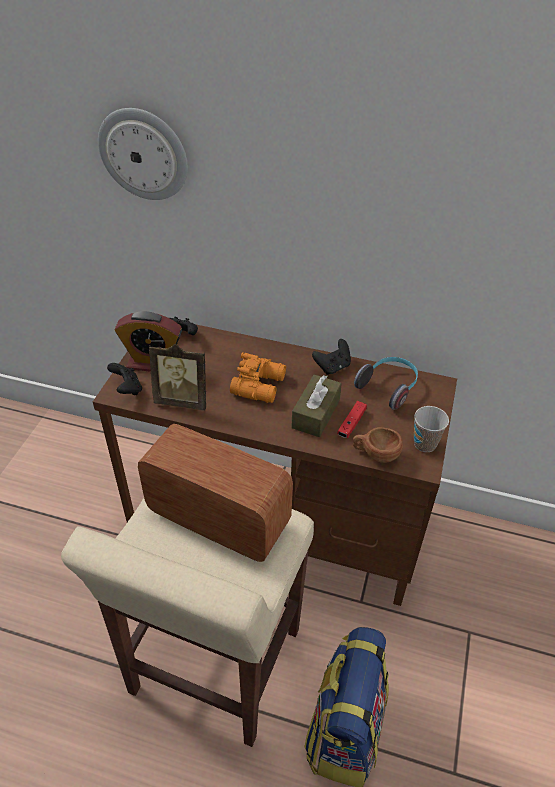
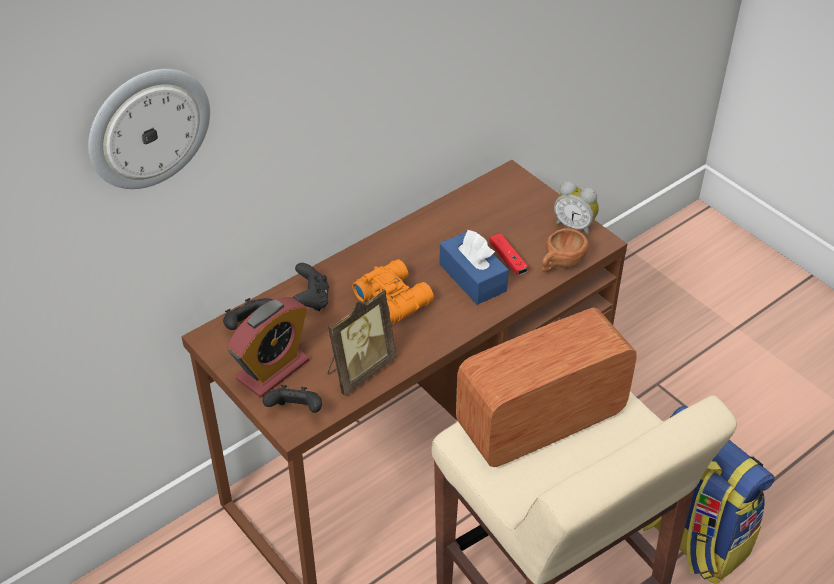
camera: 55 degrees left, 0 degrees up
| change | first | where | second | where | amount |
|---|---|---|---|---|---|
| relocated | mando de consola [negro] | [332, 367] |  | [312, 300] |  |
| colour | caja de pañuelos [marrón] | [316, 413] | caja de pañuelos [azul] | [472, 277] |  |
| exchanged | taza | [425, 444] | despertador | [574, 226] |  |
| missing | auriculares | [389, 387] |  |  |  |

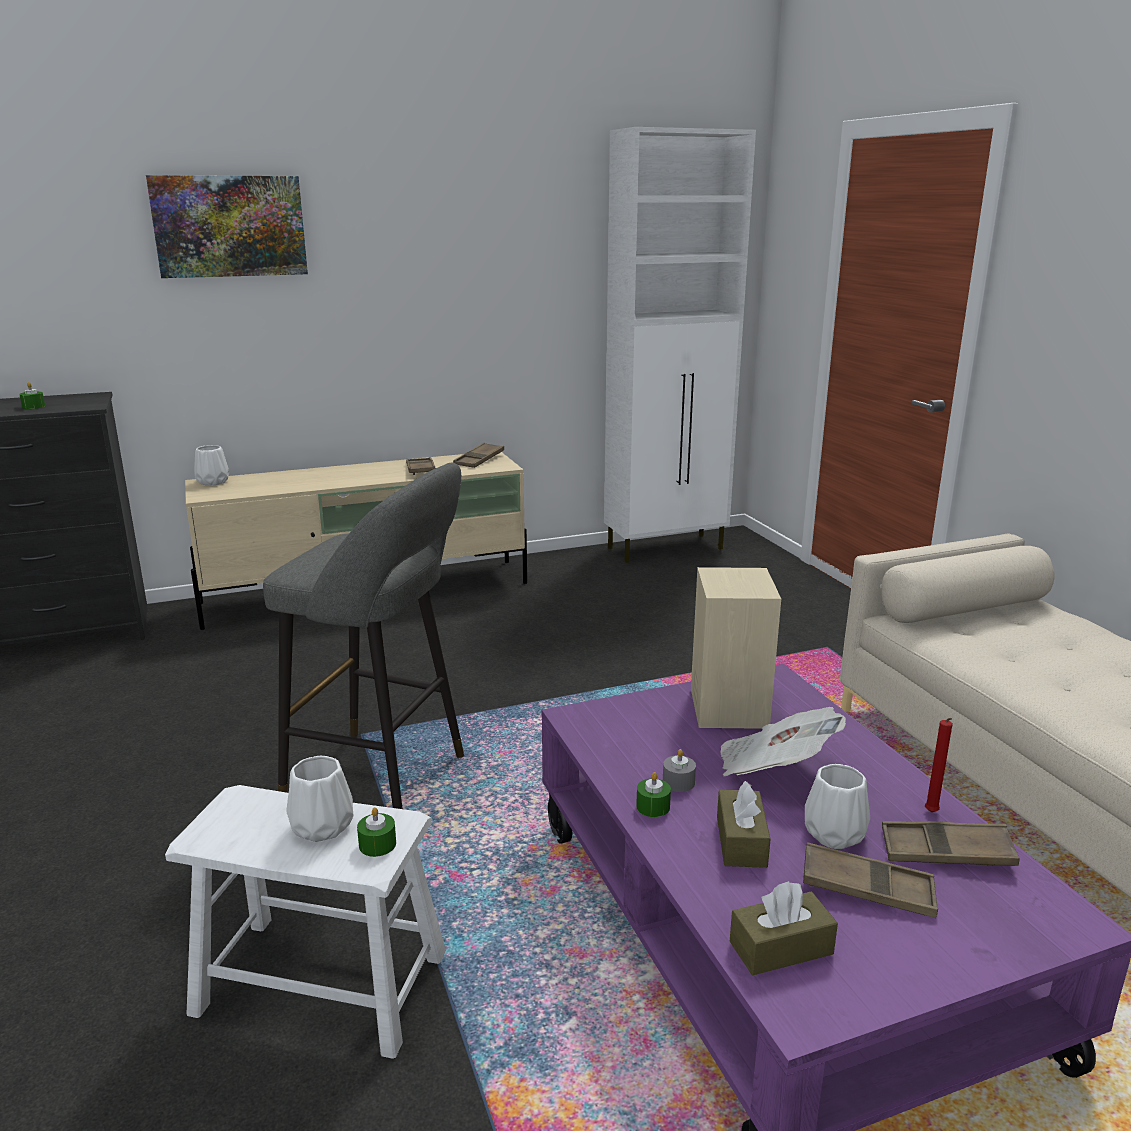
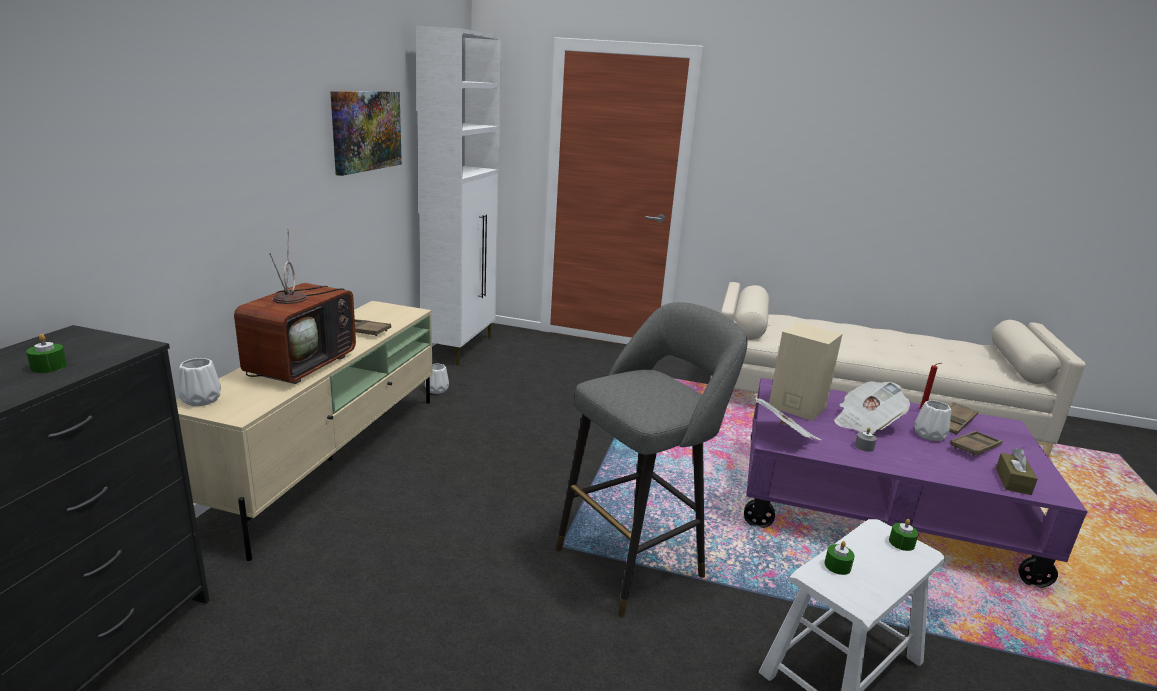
camera: 55 degrees left, 0 degrees up
| change | first | where | second | where | amount |
|---|---|---|---|---|---|
| appeared |  |  | televisor | [301, 364] |  |
| relocated | cuadro | [229, 226] |  | [366, 130] |  |
| relocated | florero [blanco] | [320, 826] |  | [436, 390] |  |
| appeared |  |  | periódico | [784, 436] |  |
| relocated | vela [verde] | [653, 806] |  | [837, 566] |  |
| missing | bandeja [marrón] | [479, 460] |  |  |  |
| missing | caja de pañuelos [marrón] | [741, 841] |  |  |  |

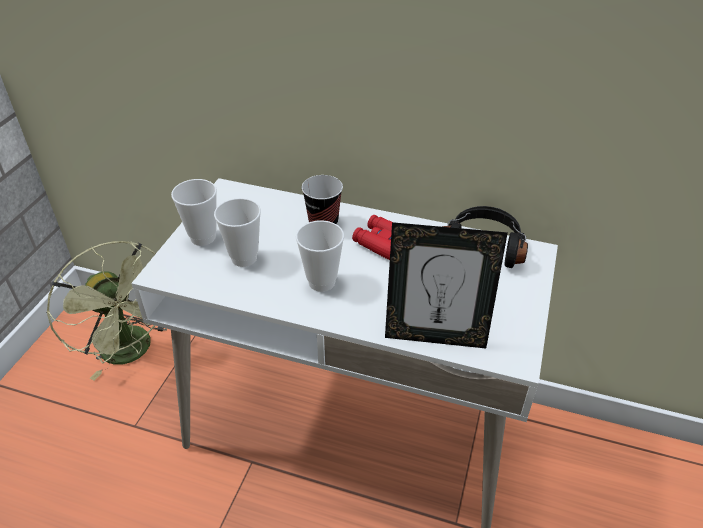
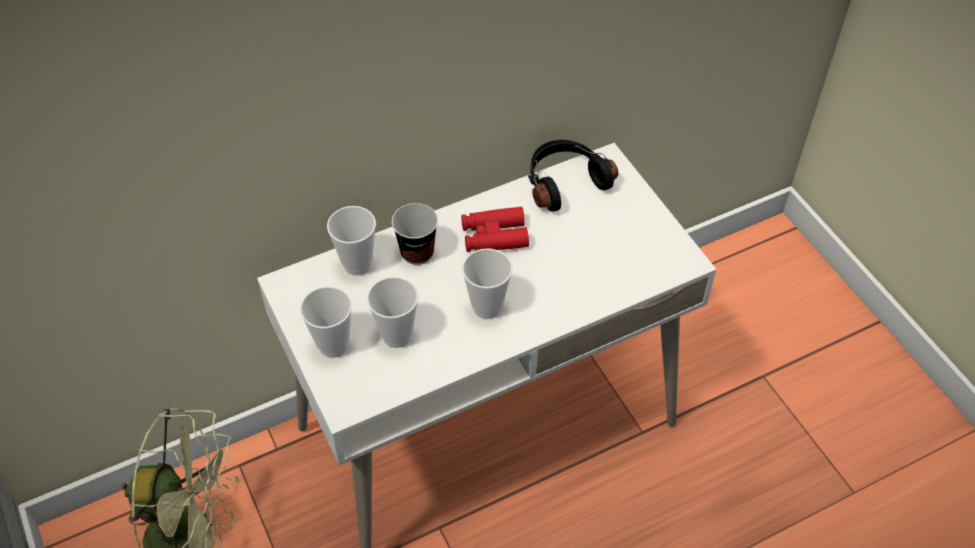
camera: 45 degrees left, 10 degrees up
| change | first | where | second | where | amount |
|---|---|---|---|---|---|
| appeared |  |  | taza | [357, 264] |  |
| missing | portarretratos | [435, 336] |  |  |  |

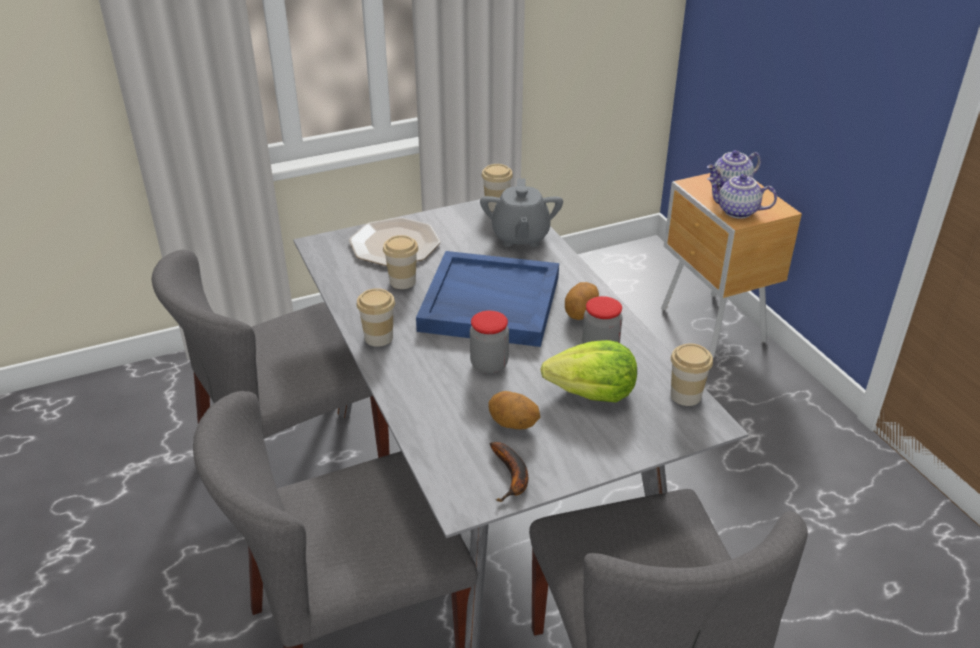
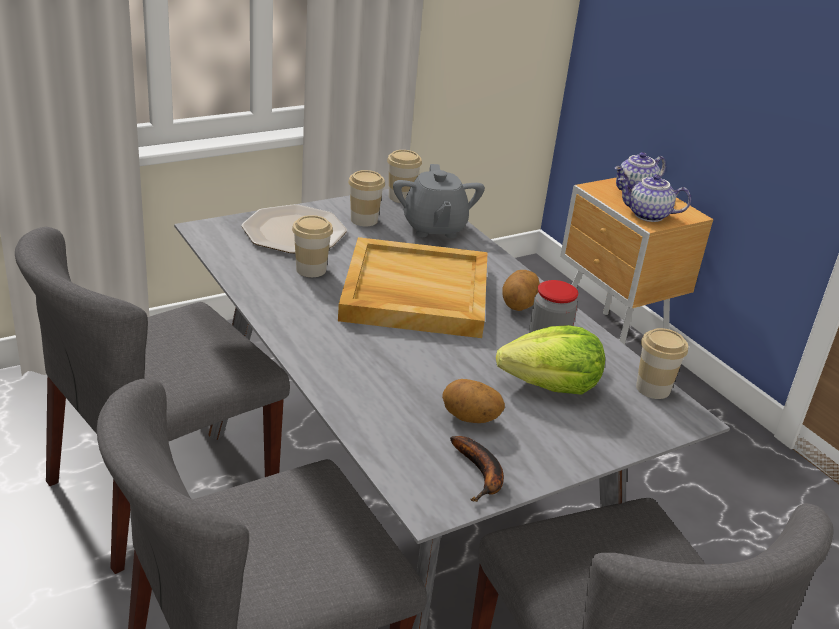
camera: 10 degrees left, 5 degrees down
| change | first | where | second | where | amount |
|---|---|---|---|---|---|
| colour | bandeja [azul] | [488, 303] | bandeja [beis] | [414, 293] |  |
| relocated | taza | [378, 337] |  | [364, 220] |  |
| missing | tarro | [489, 364] |  |  |  |

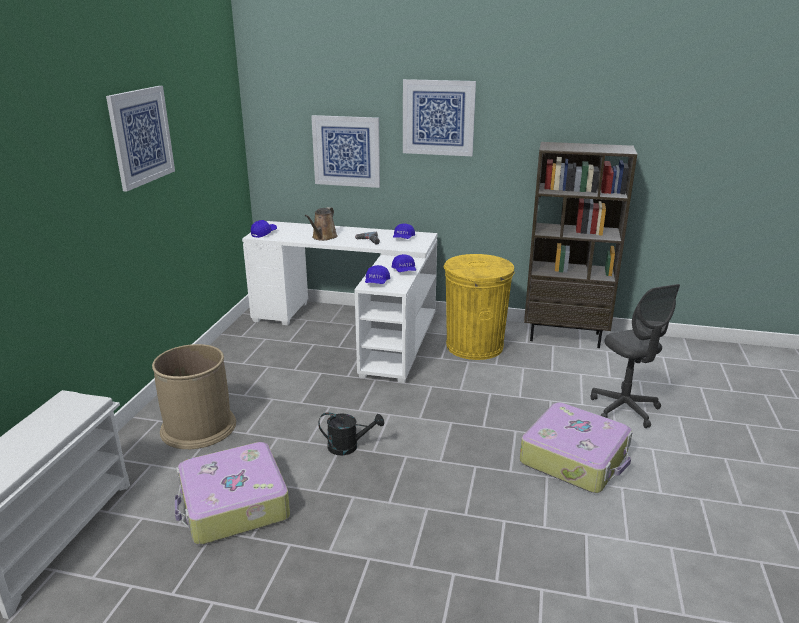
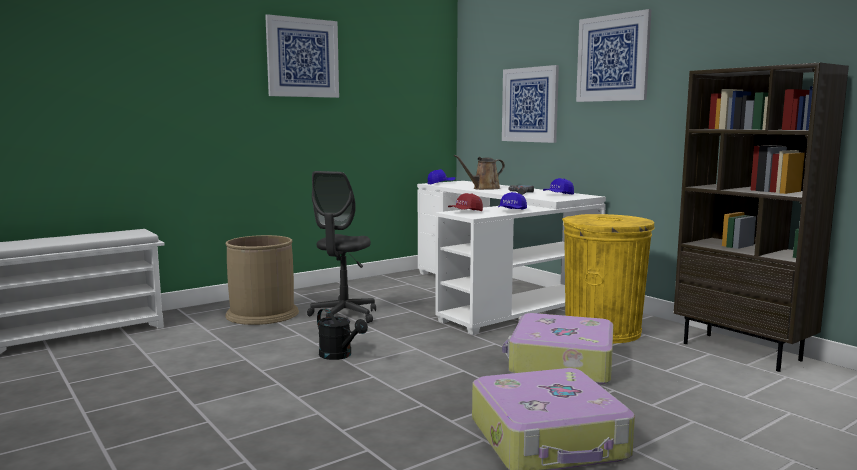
camera: 40 degrees right, 15 degrees down
| change | first | where | second | where | amount |
|---|---|---|---|---|---|
| relocated | silla de oficina [gris] | [624, 409] |  | [343, 316] |  |
| colour | gorra [azul] | [377, 283] | gorra [rojo] | [465, 212] |  |
| relocated | maleta | [233, 505] |  | [560, 364] |  |

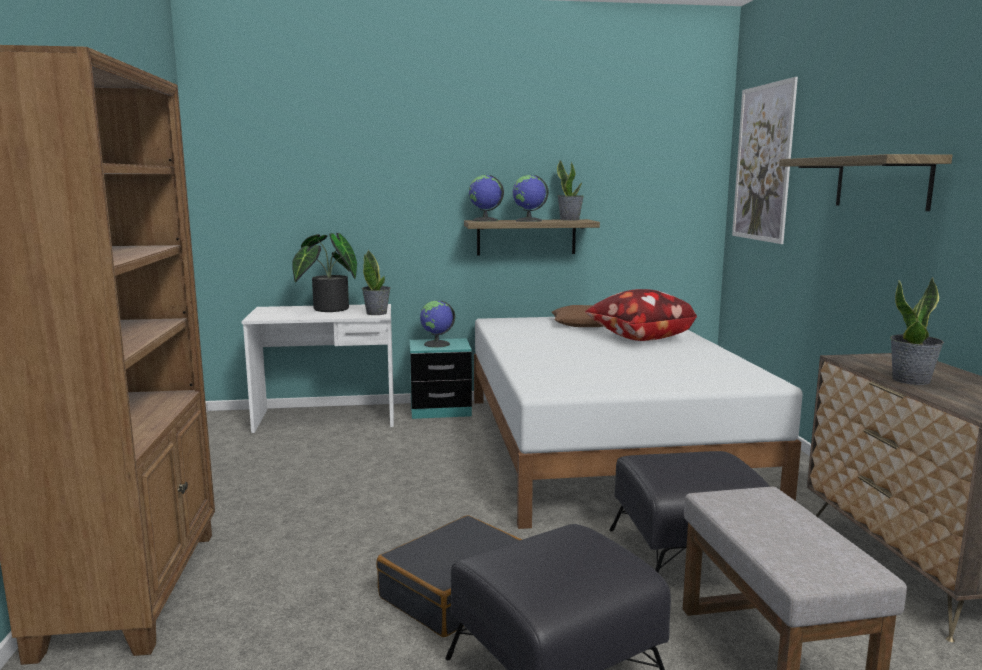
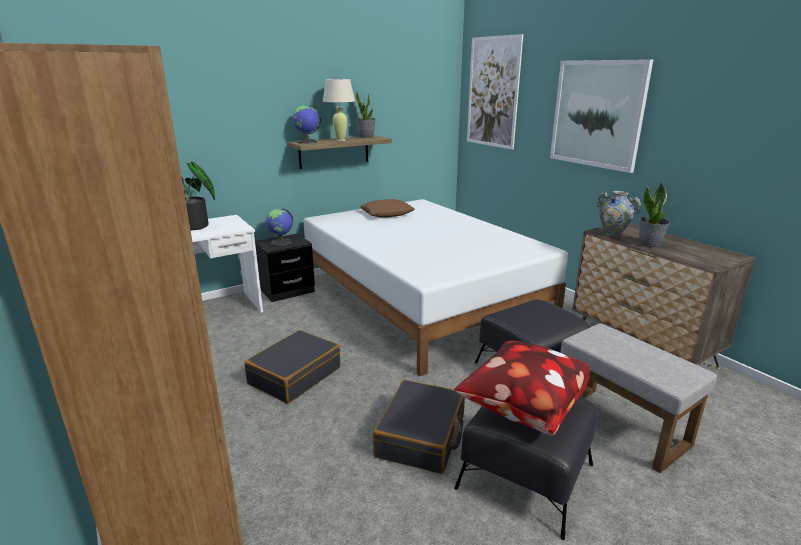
camera: 25 degrees left, 10 degrees up
| change | first | where | second | where | amount |
|---|---|---|---|---|---|
| appeared |  |  | maleta [negro] | [294, 375] |  |
| colour | mesita de noche [turquesa] | [440, 410] | mesita de noche [negro] | [287, 291] |  |
| exchanged | globo terráqueo | [528, 221] | lámpara de mesa [beis] | [340, 140] |  |
| relocated | cojín | [638, 338] |  | [521, 408] |  |
| exchanged | estante | [882, 182] | cuadro | [597, 114] |  |
| appeared |  |  | florero | [613, 234] |  |
| missing | planta en maceta | [377, 313] |  |  |  |

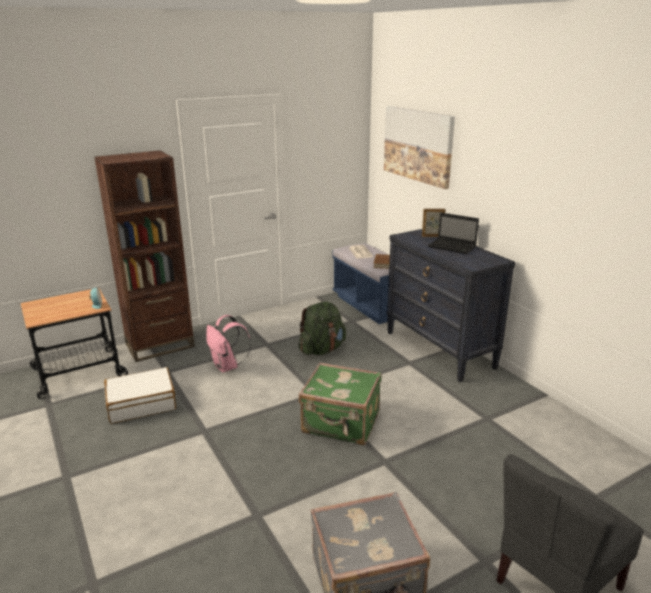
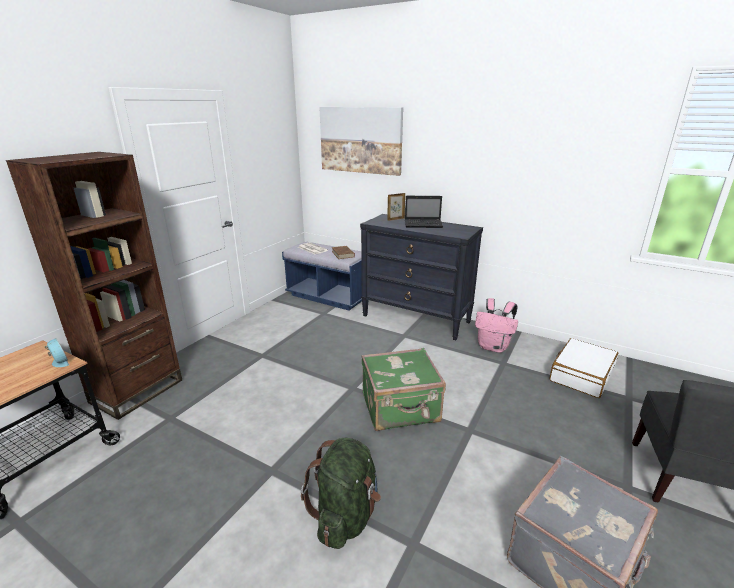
camera: 30 degrees left, 0 degrees up
| change | first | where | second | where | amount |
|---|---|---|---|---|---|
| relocated | mochila [verde] | [322, 349] |  | [346, 515] |  |
| relocated | mochila [rosa] | [227, 366] |  | [493, 347] |  |
| relocated | maleta [blanco] | [141, 403] |  | [581, 375] |  |

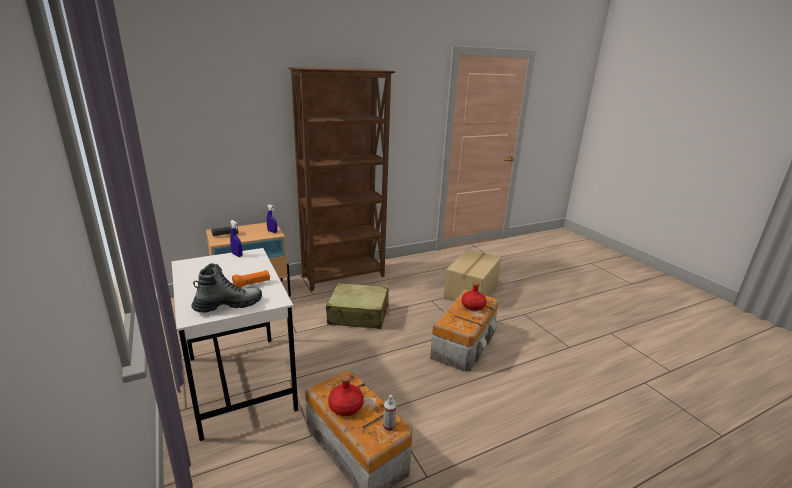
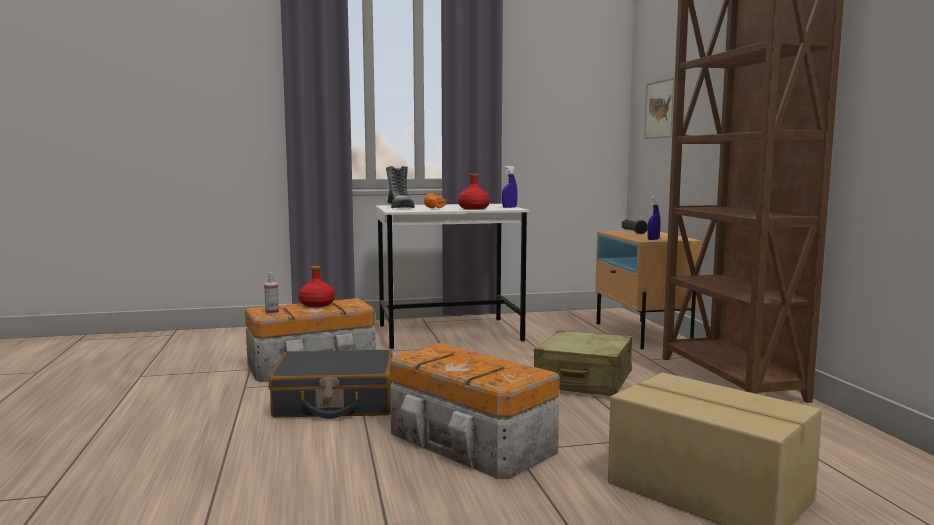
camera: 105 degrees right, 15 degrees down
| change | first | where | second | where | amount |
|---|---|---|---|---|---|
| appeared |  |  | maleta [negro] | [335, 402] |  |
| relocated | botella [rojo] | [473, 306] |  | [474, 208] |  |
| appeared |  |  | cuadro | [660, 109] |  |

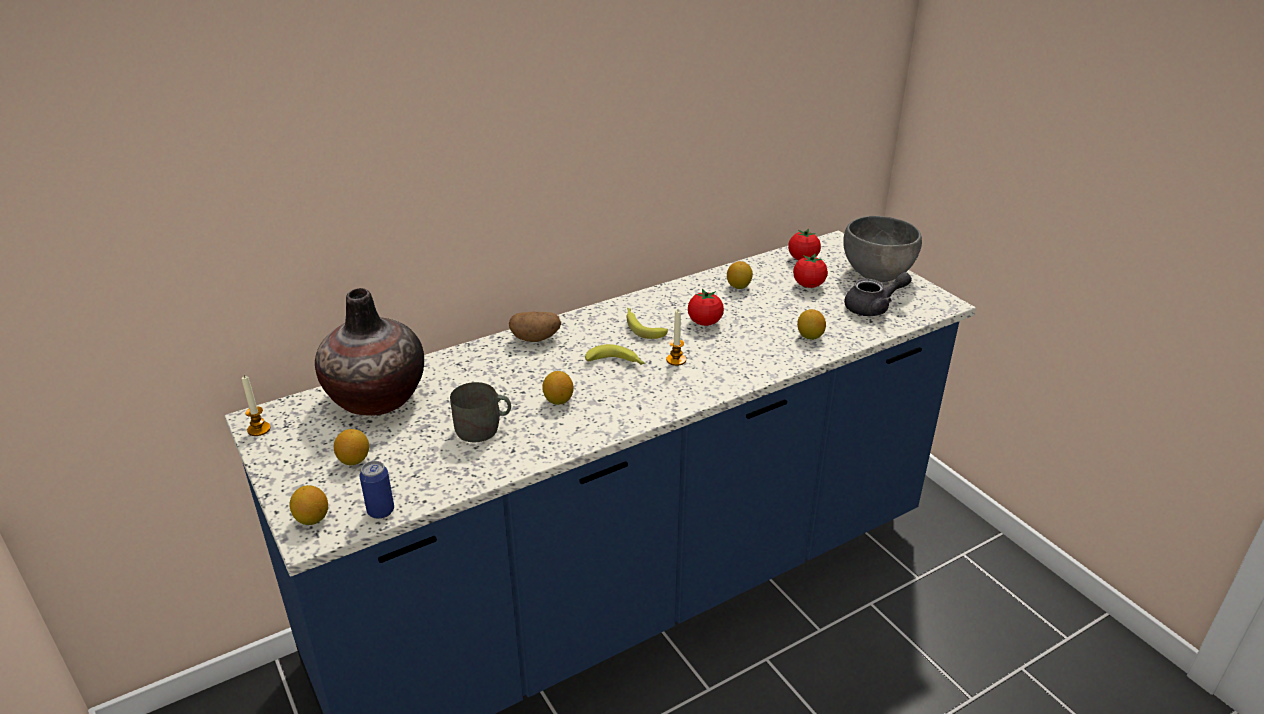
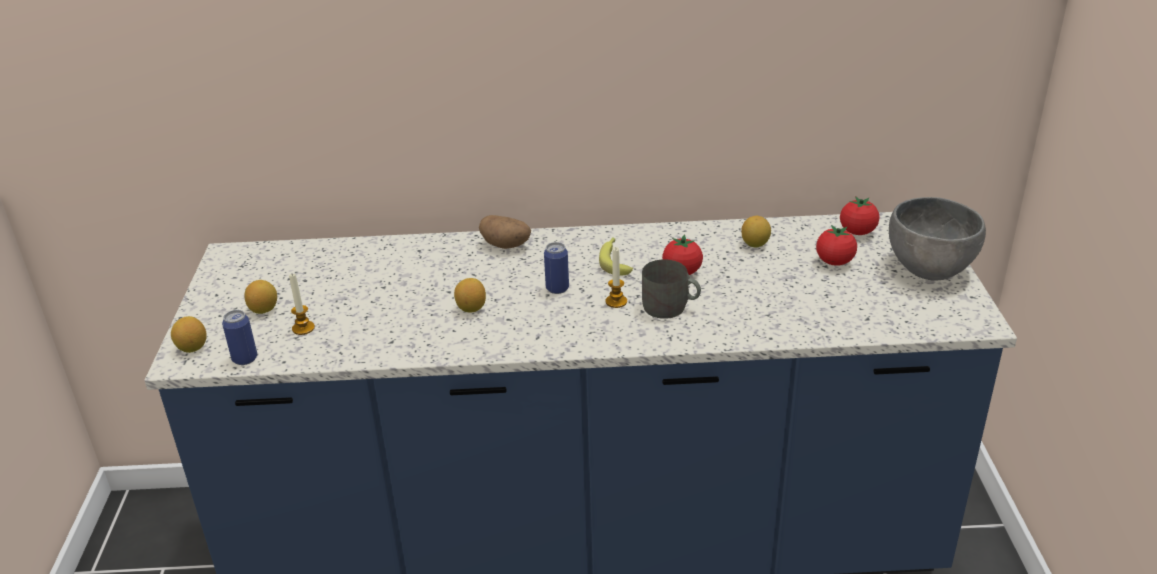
camera: 30 degrees right, 0 degrees up
| change | first | where | second | where | amount |
|---|---|---|---|---|---|
| relocated | vela | [259, 429] |  | [303, 328] |  |
| exchanged | plátano | [617, 363] | lata | [557, 288] |  |
| relocated | taza grande [gris] | [483, 429] |  | [670, 308] |  |
| missing | florero | [376, 397] |  |  |  |
| missing | limón | [810, 336] |  |  |  |
| missing | tetera [gris] | [873, 308] |  |  |  |

